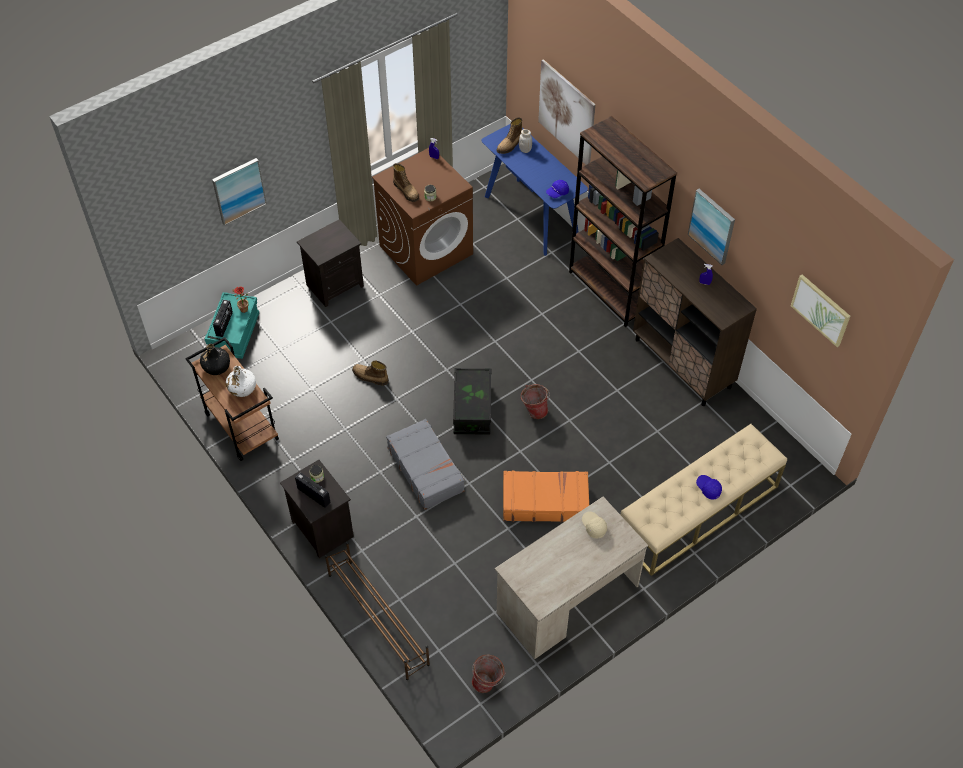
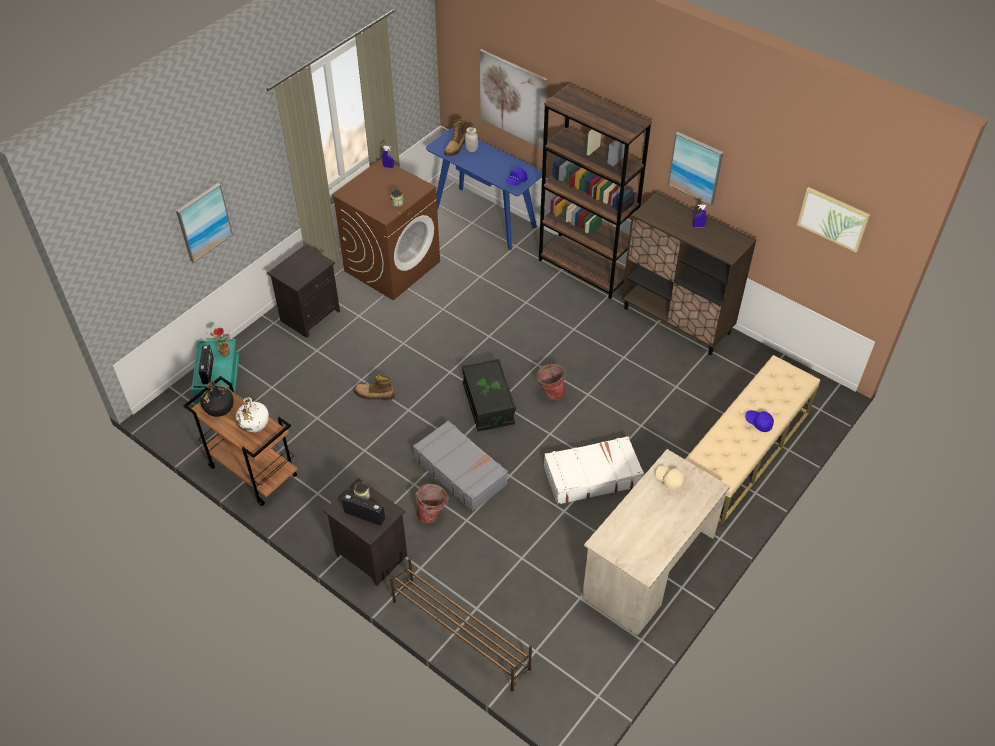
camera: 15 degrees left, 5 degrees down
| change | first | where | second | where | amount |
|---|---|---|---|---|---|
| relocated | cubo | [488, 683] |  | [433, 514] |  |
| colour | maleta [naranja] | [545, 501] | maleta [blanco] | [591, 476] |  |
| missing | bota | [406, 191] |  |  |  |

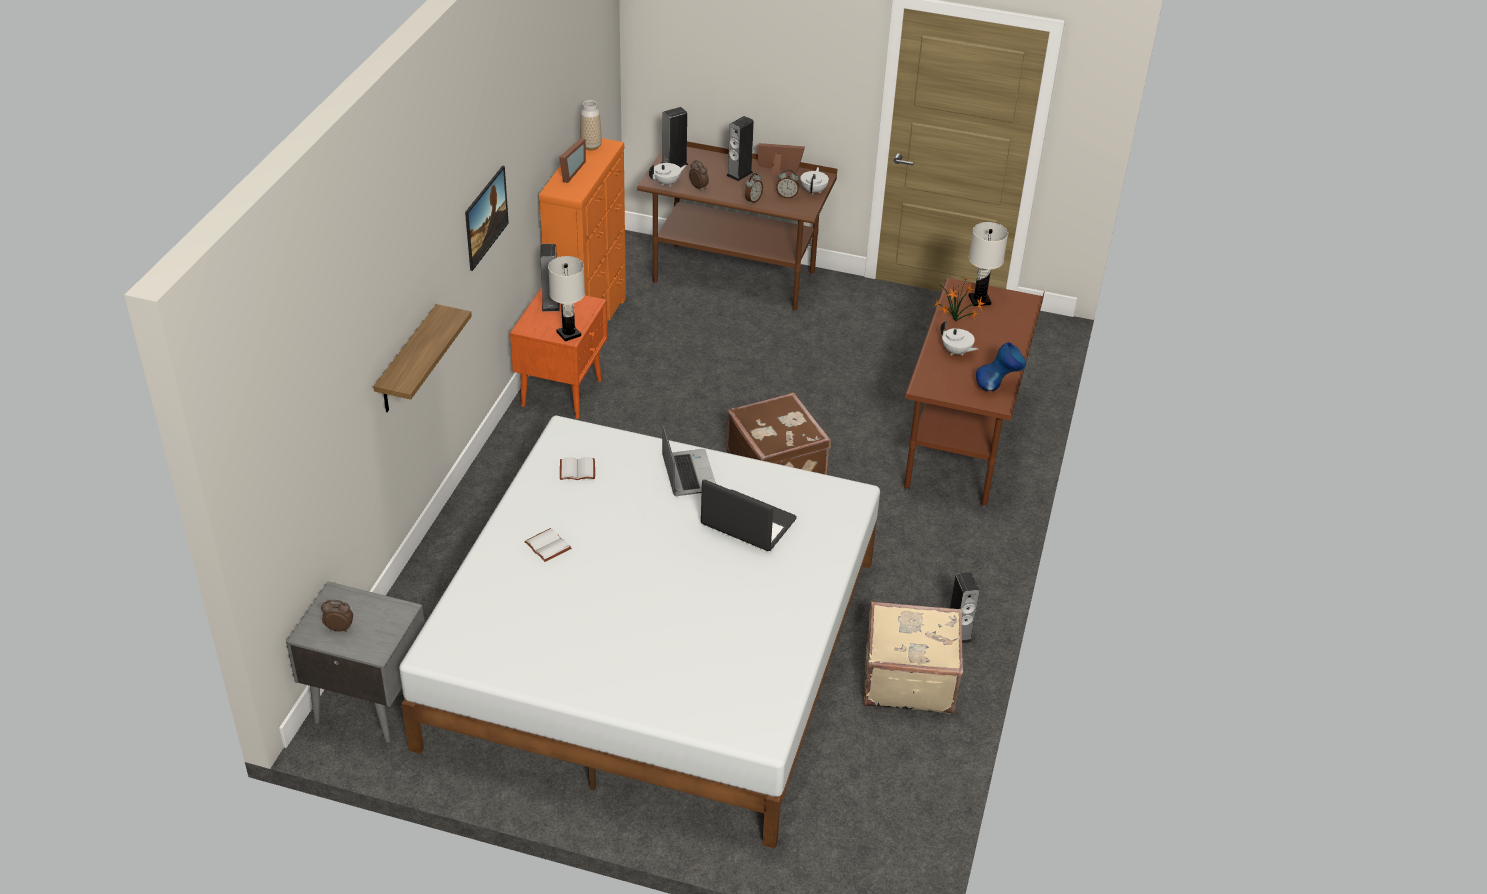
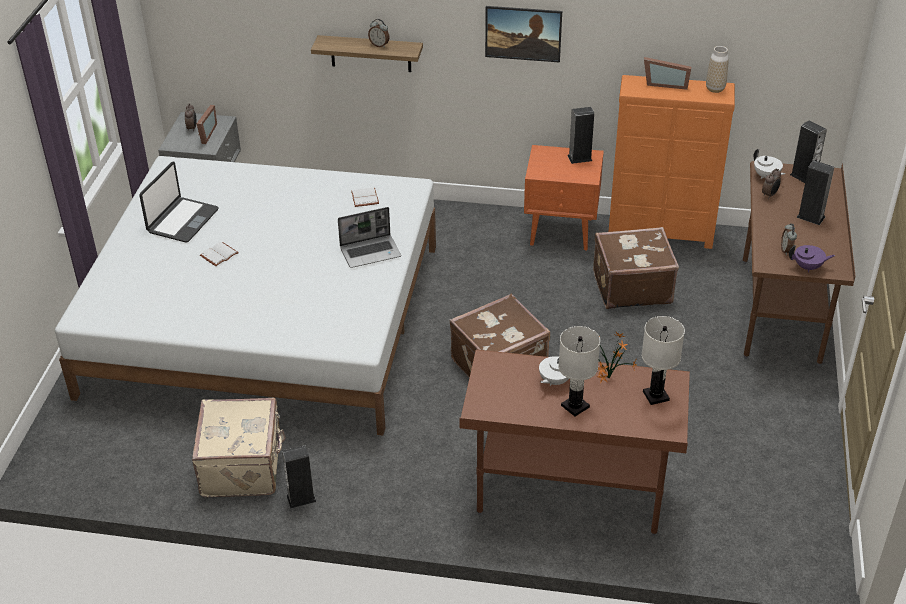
camera: 85 degrees right, 0 degrees up
| change | first | where | second | where | amount |
|---|---|---|---|---|---|
| relocated | portátil | [748, 523] |  | [182, 221] |  |
| relocated | portarretratos | [778, 171] |  | [205, 134] |  |
| relocated | libro [blanco] | [546, 546] |  | [219, 254] |  |
| relocated | despertador | [752, 200] |  | [379, 45] |  |
| relocated | lámpara de mesa [blanco] | [568, 334] |  | [575, 406] |  |
| appeared |  |  | maleta [marrón] | [631, 286] |  |
| colour | tetera [blanco] | [814, 191] | tetera [morado] | [808, 267] |  |
| missing | florero [azul] | [997, 387] |  |  |  |

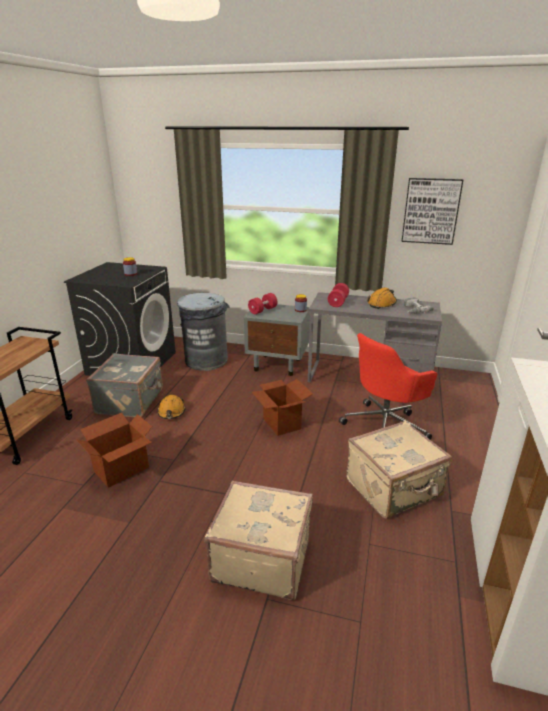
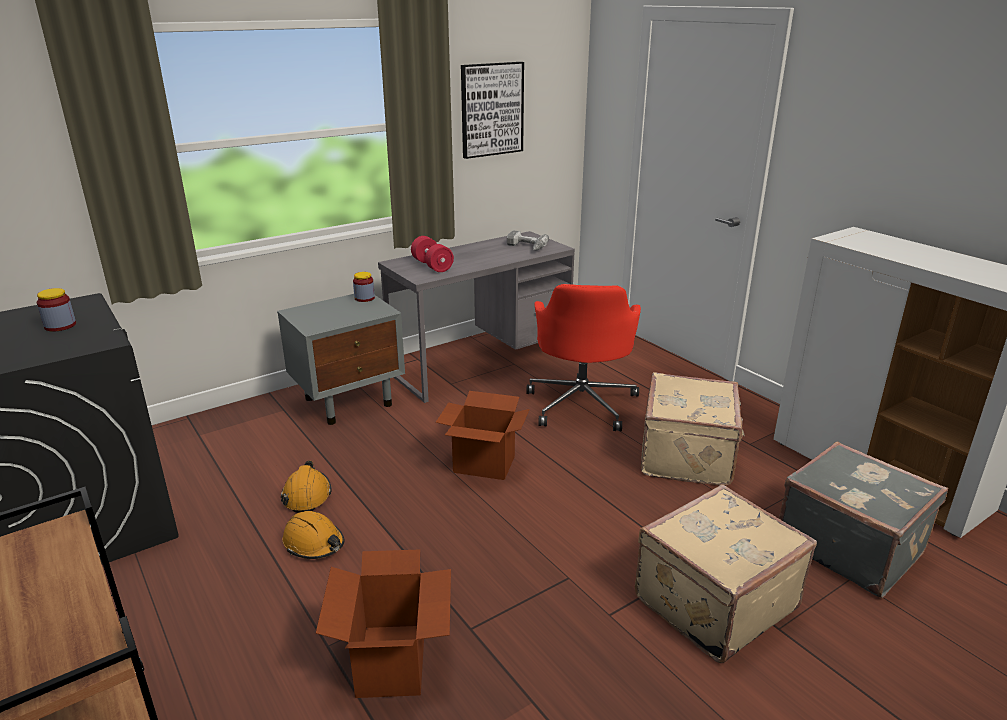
camera: 50 degrees left, 0 degrees up
| change | first | where | second | where | amount |
|---|---|---|---|---|---|
| relocated | casco [naranja] | [382, 304] |  | [307, 495] |  |
| relocated | maleta [gris] | [131, 401] |  | [849, 546] |  |
| missing | papelera [gris] | [206, 360] |  |  |  |
| missing | mancuerna [rojo] | [262, 310] |  |  |  |

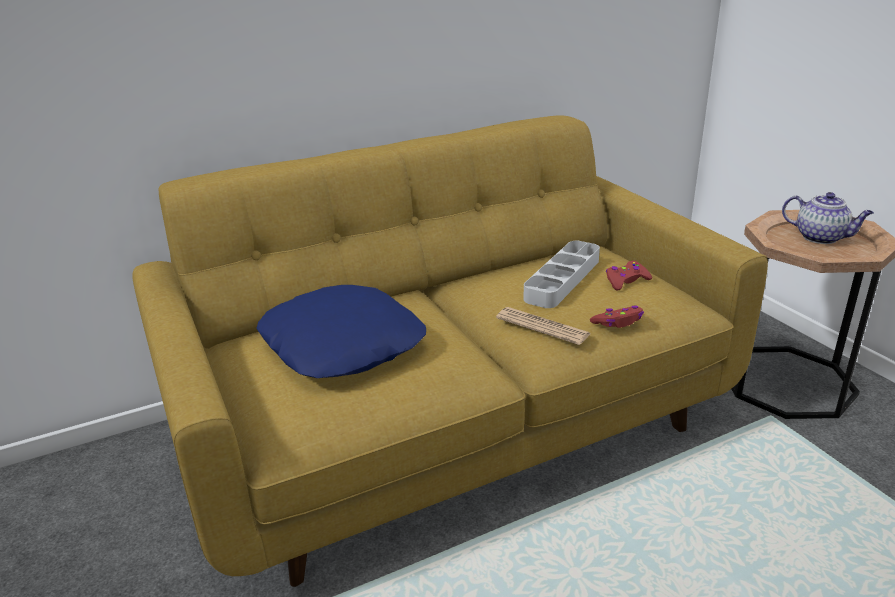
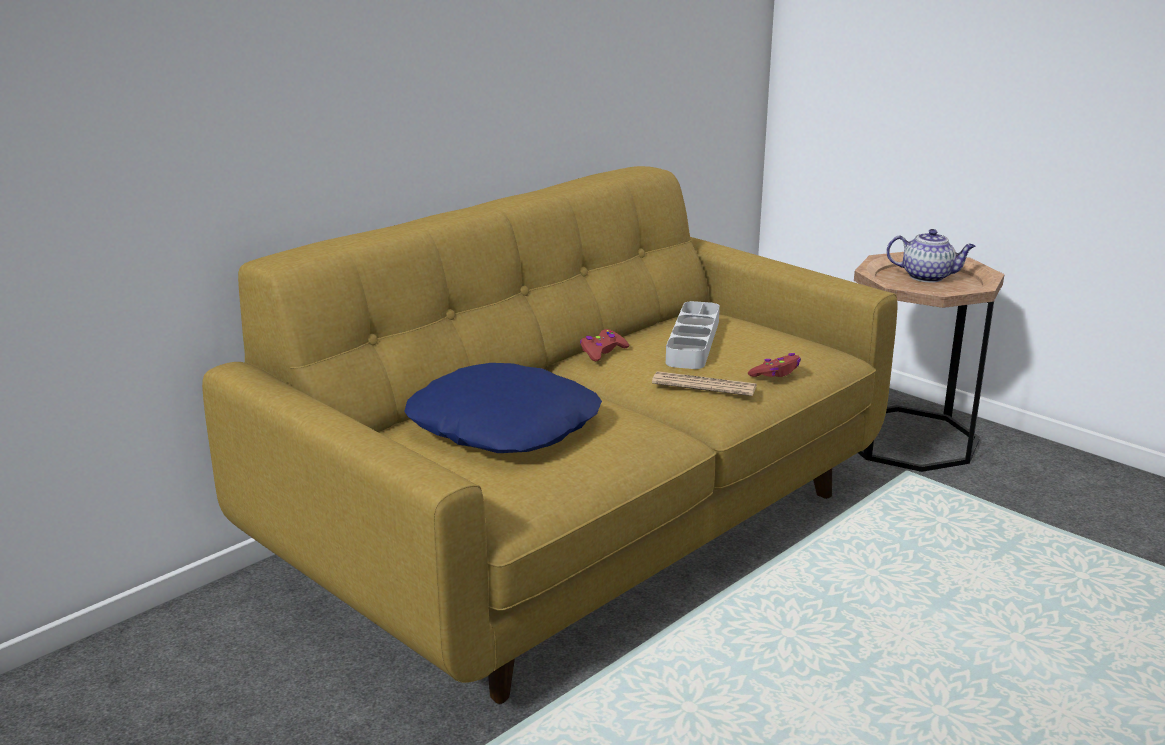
camera: 20 degrees left, 5 degrees down
| change | first | where | second | where | amount |
|---|---|---|---|---|---|
| relocated | mando de consola [rojo] | [626, 281] |  | [602, 351] |  |

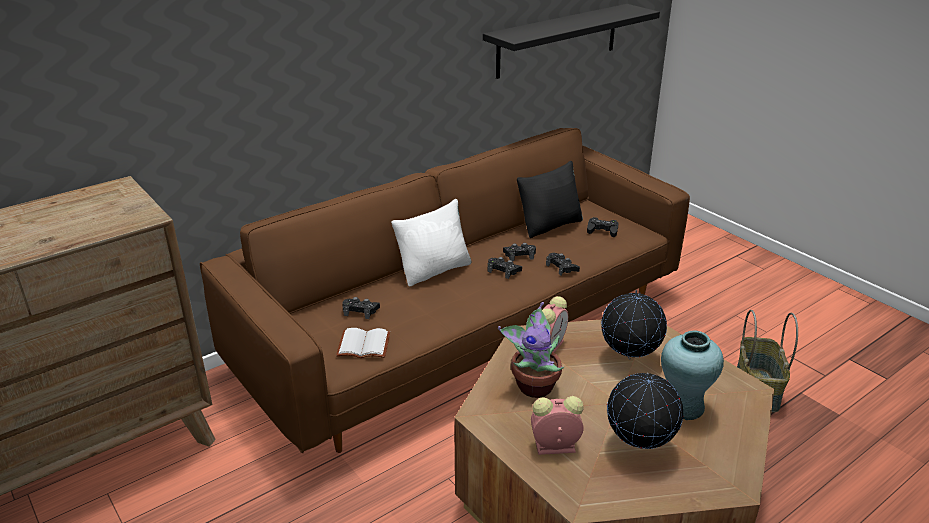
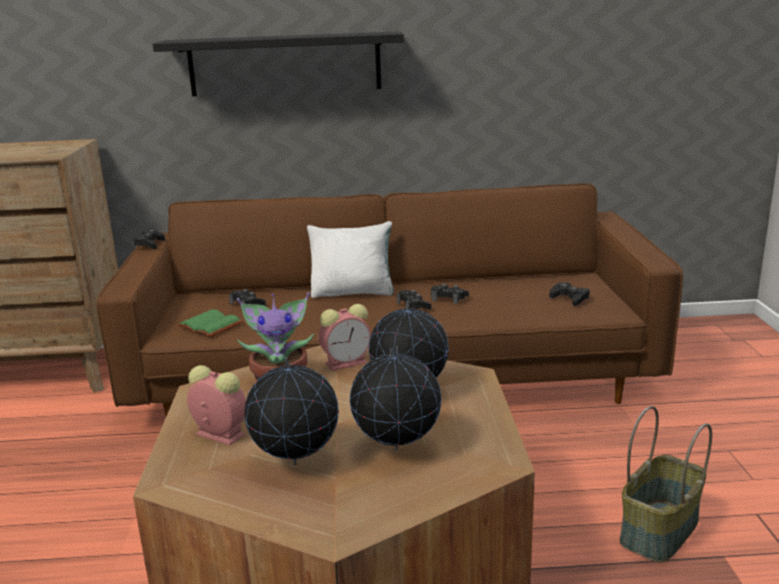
camera: 35 degrees right, 10 degrees down
| change | first | where | second | where | amount |
|---|---|---|---|---|---|
| relocated | mando de consola [negro] | [562, 267] |  | [149, 244] |  |
| relocated | estante [negro] | [558, 40] |  | [285, 64] |  |
| colour | libro [blanco] | [362, 346] | libro [verde] | [208, 326] |  |
| exchanged | florero [turquesa] | [683, 407] | globo terráqueo | [397, 449] |  |
| missing | cojín [negro] | [550, 225] |  |  |  |

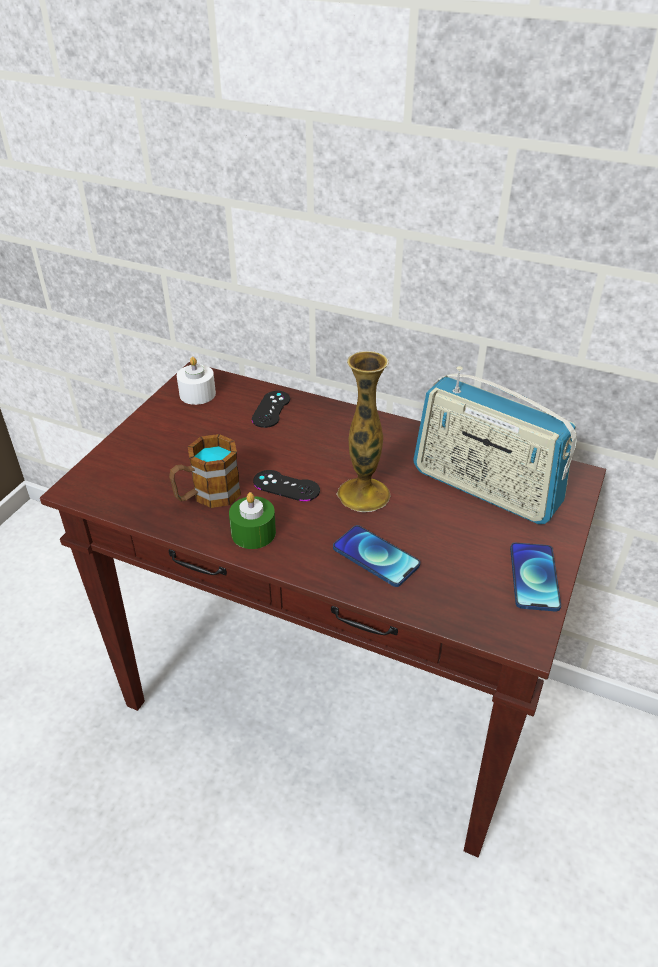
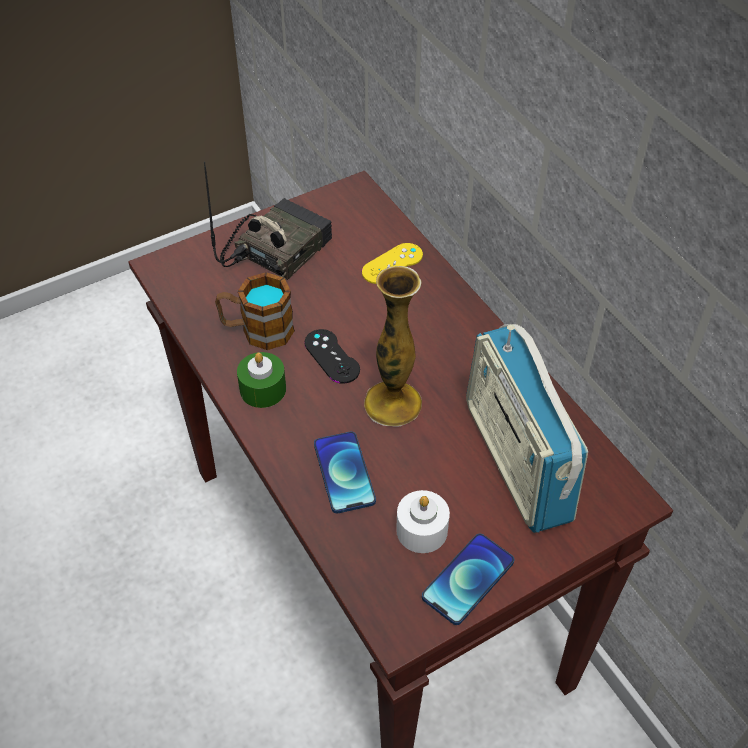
camera: 35 degrees right, 10 degrees up
| change | first | where | second | where | amount |
|---|---|---|---|---|---|
| appeared |  |  | radio | [276, 249] |  |
| colour | mando de consola [negro] | [271, 409] | mando de consola [amarillo] | [392, 264] |  |
| relocated | vela [blanco] | [197, 394] |  | [422, 530] |  |

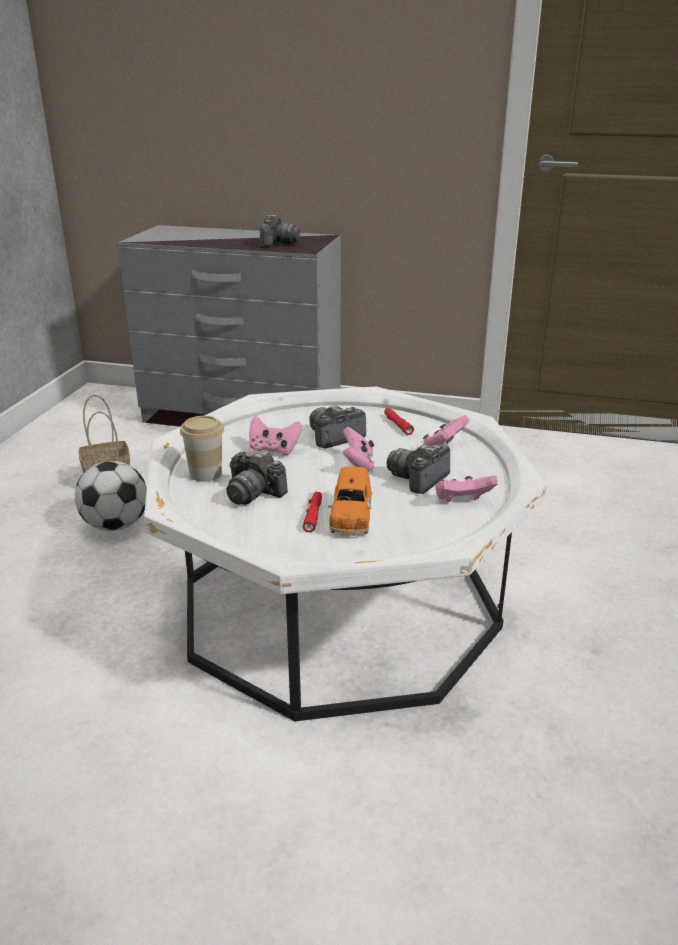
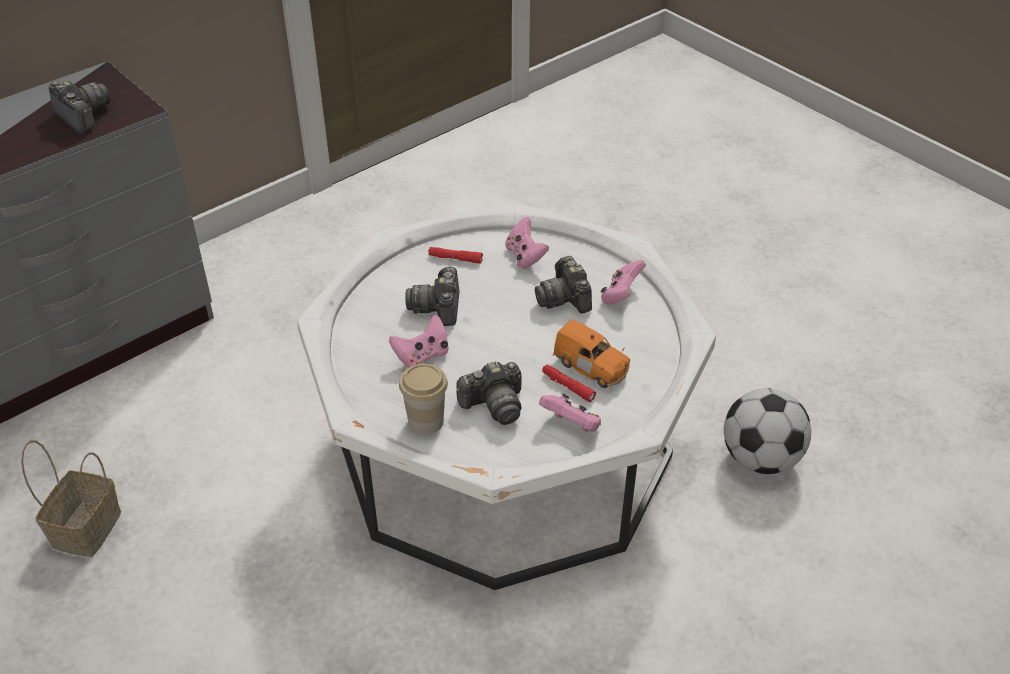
camera: 55 degrees left, 15 degrees up
| change | first | where | second | where | amount |
|---|---|---|---|---|---|
| relocated | mando de consola [rosa] | [358, 465] |  | [572, 425] |  |
| relocated | balón de fútbol | [116, 525] |  | [760, 459] |  |

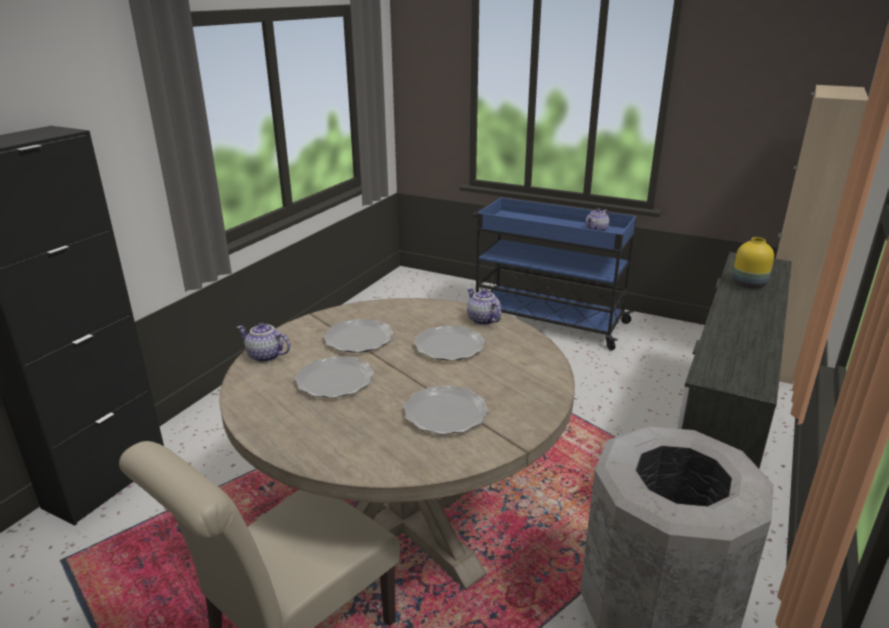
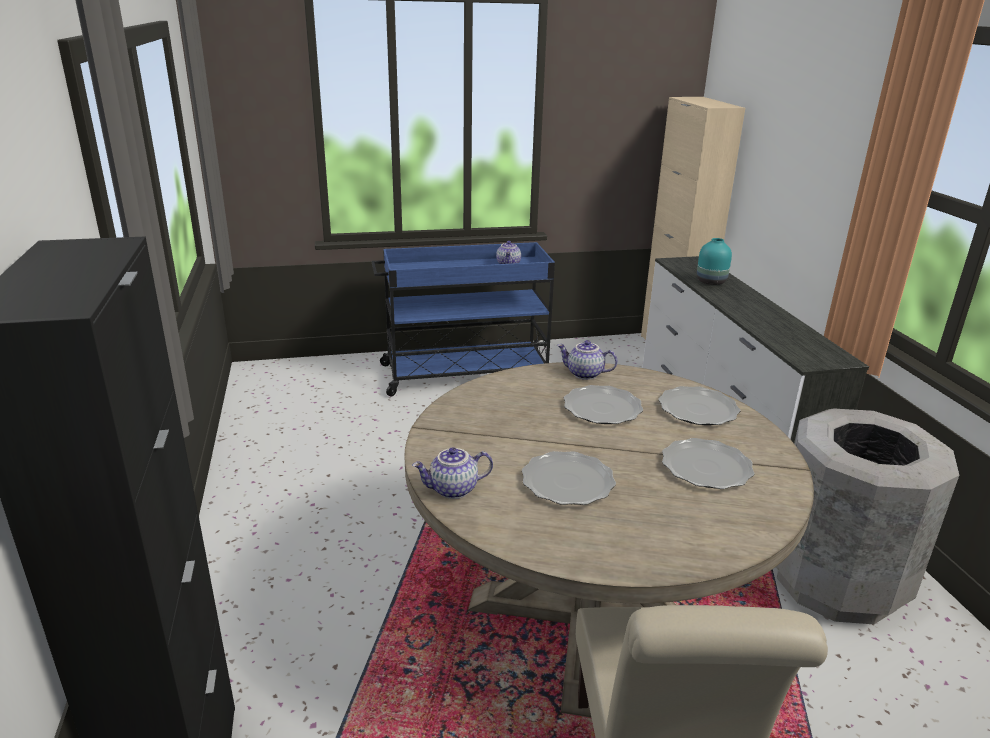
camera: 40 degrees left, 0 degrees up
| change | first | where | second | where | amount |
|---|---|---|---|---|---|
| relocated | plato | [358, 339] |  | [697, 409] |  |
| colour | florero [amarillo] | [747, 284] | florero [turquesa] | [710, 282] |  |

